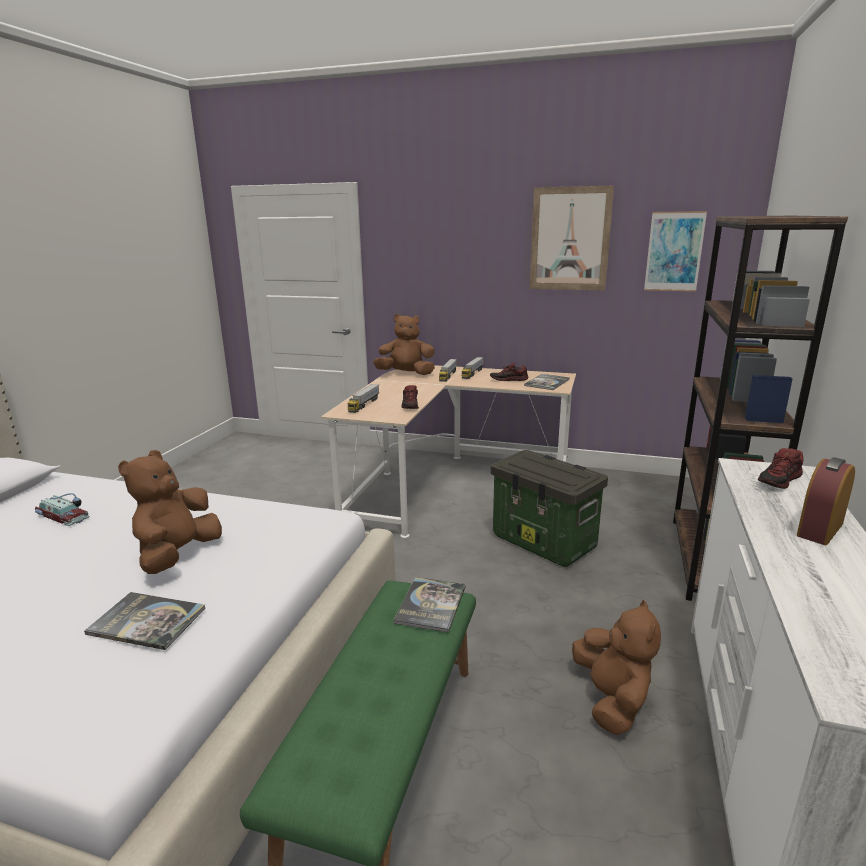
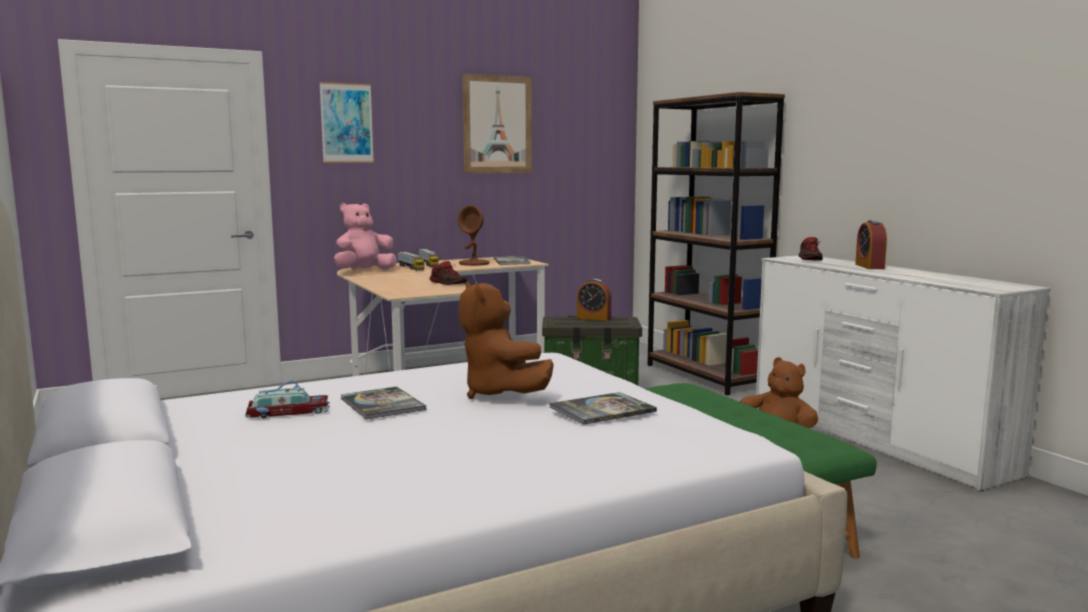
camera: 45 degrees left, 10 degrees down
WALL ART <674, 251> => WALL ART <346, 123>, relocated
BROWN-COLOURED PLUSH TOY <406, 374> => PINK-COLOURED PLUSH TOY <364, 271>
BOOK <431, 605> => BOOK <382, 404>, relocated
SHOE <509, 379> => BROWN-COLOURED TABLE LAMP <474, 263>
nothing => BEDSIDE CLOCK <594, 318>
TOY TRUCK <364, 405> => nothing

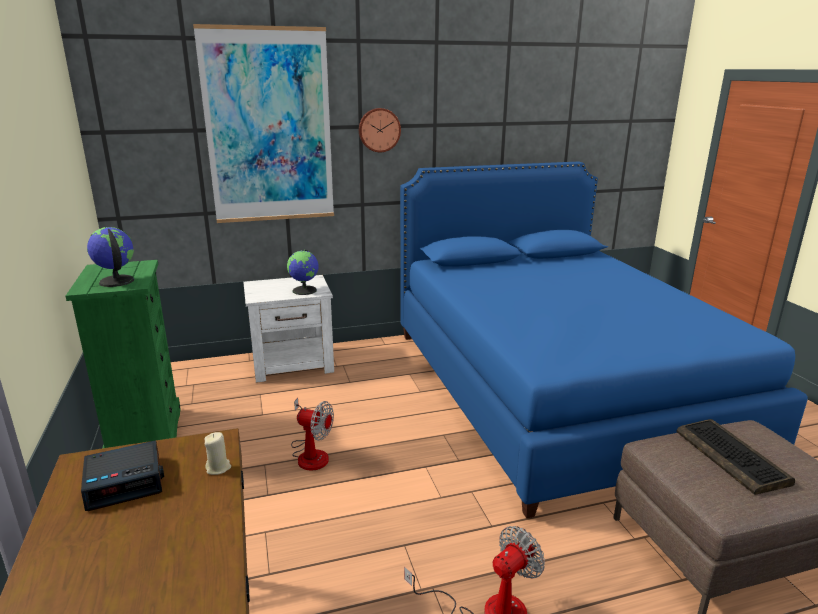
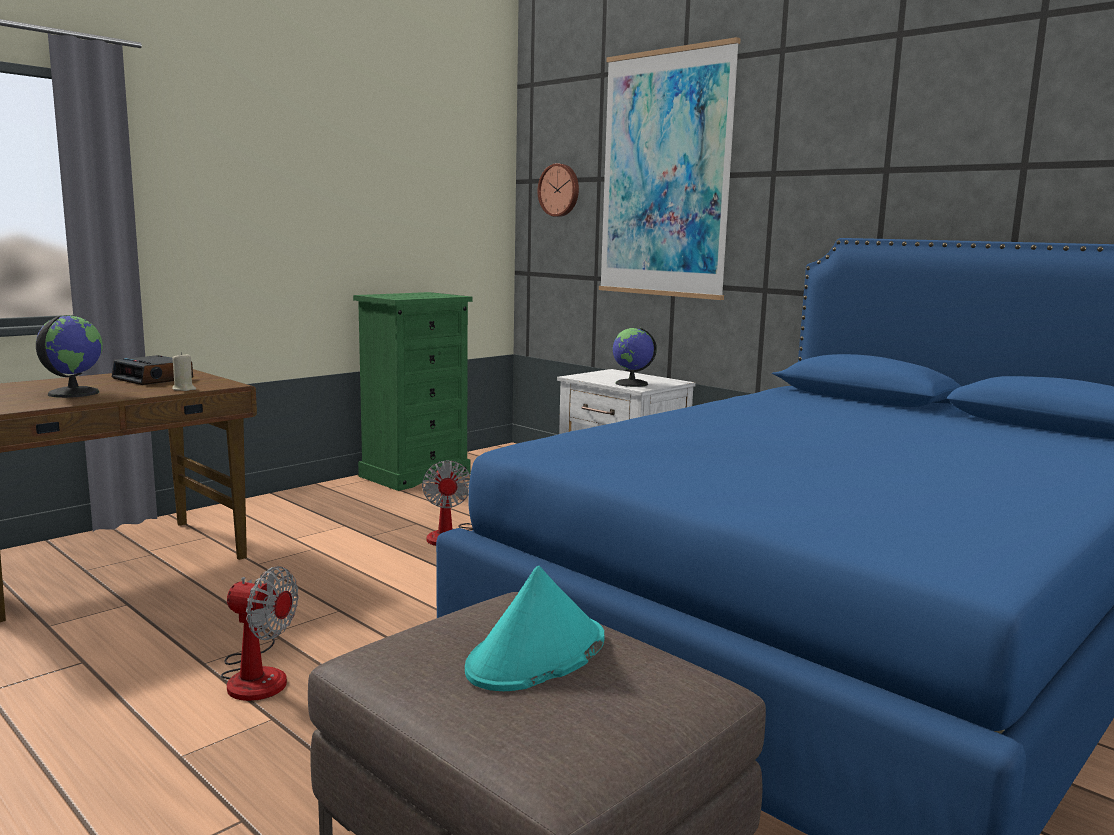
camera: 60 degrees right, 10 degrees down
WORLD GLOBE <116, 281> => WORLD GLOBE <73, 393>, relocated
COMPUTER KEYBOARD <732, 457> => BLUE-GREEN HAT <536, 655>
CLOCK ON THE WALL <379, 130> => CLOCK ON THE WALL <560, 190>, relocated

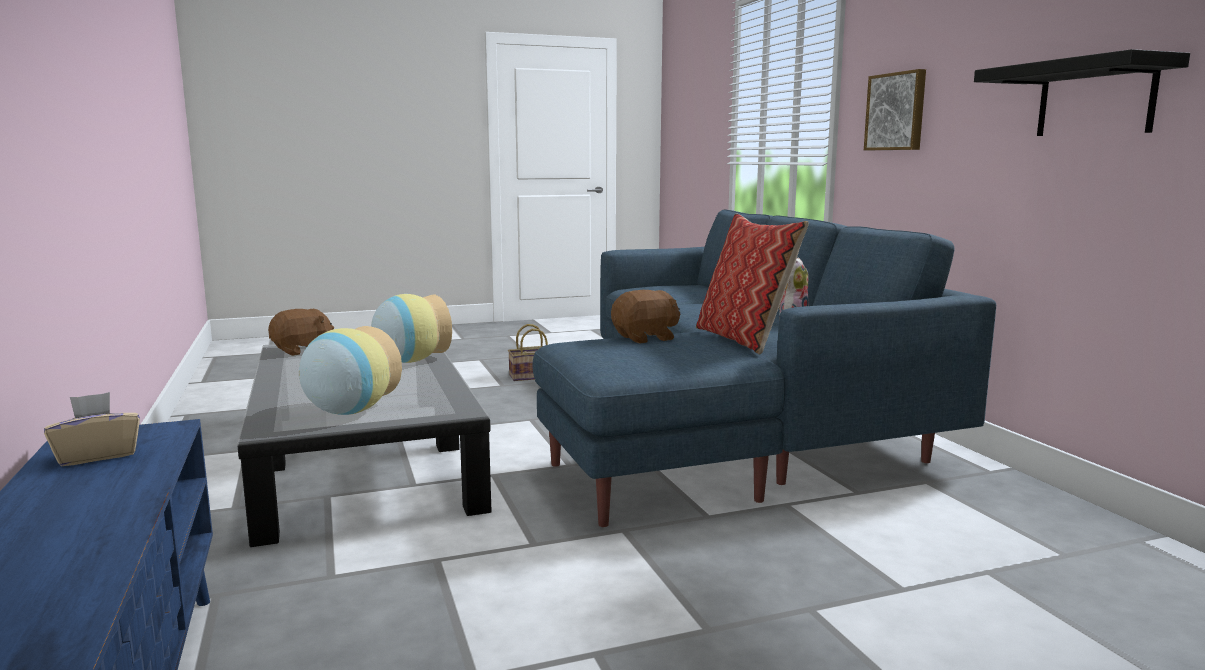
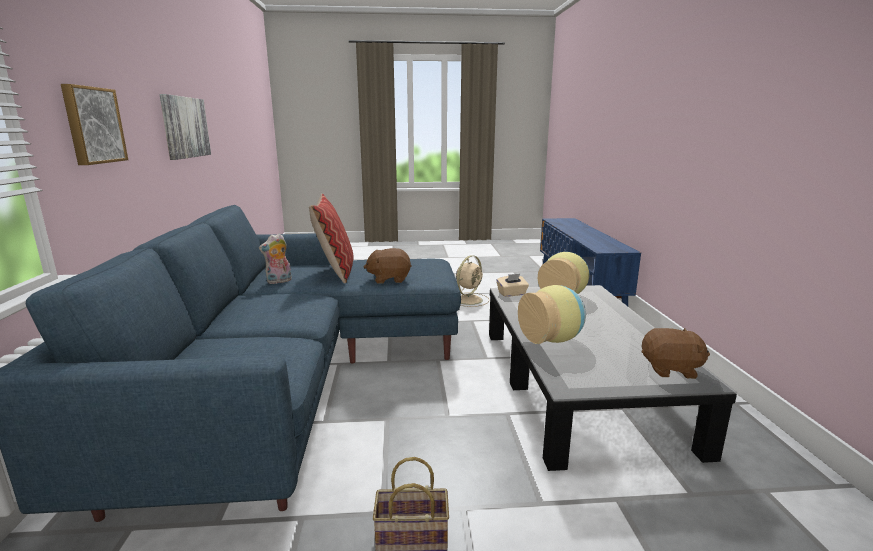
camera: 165 degrees left, 5 degrees up
BLACK-COLOURED SHELF <1095, 99> => WALL ART <185, 127>
nothing => BEIGE ELECTRIC FAN <469, 299>
BEIGE TISSUE HOLDER <97, 455> => BEIGE TISSUE HOLDER <512, 294>, relocated
BROWN-COLOURED PLUSH TOY <302, 351> => BROWN-COLOURED PLUSH TOY <671, 369>, 150 degrees counterclockwise

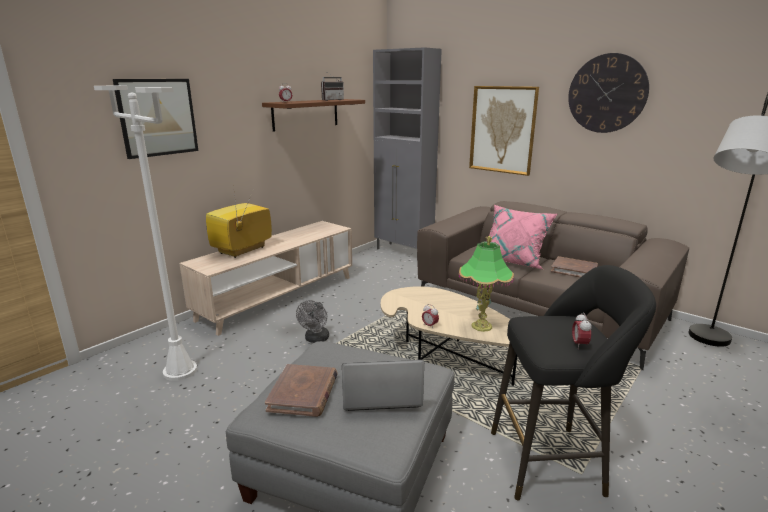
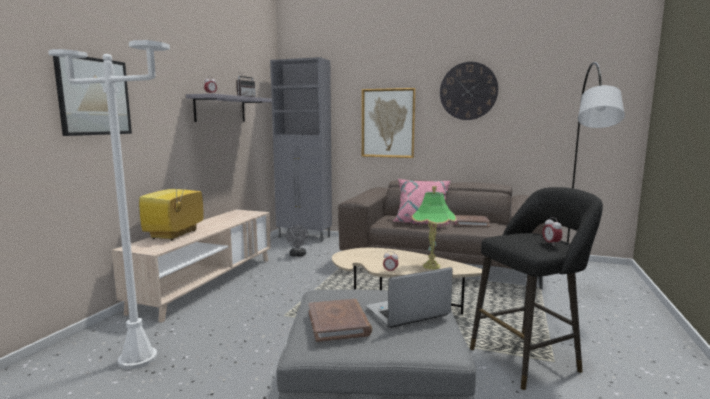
camera: 20 degrees left, 10 degrees down
BROWN-COLOURED SHELF <306, 114> => GRAY SHELF <220, 109>
GRAY ELECTRIC FAN <315, 339> => GRAY ELECTRIC FAN <298, 255>, relocated

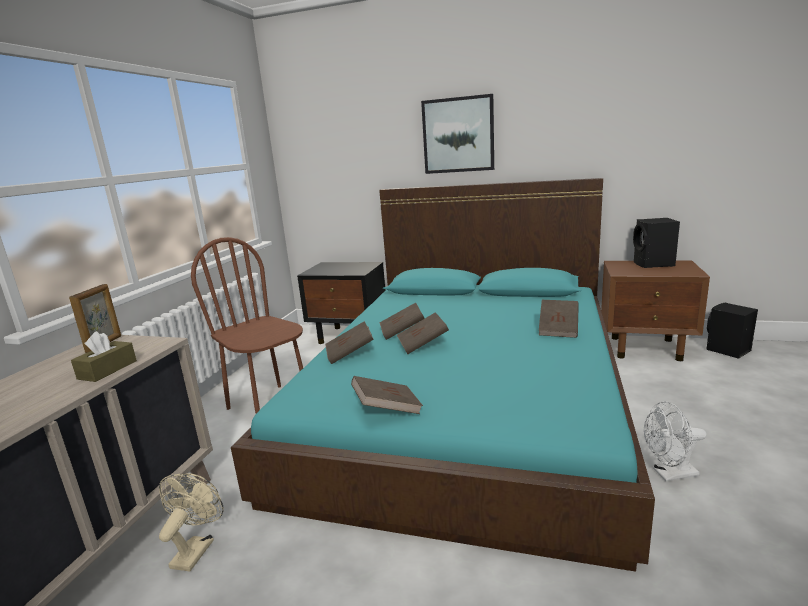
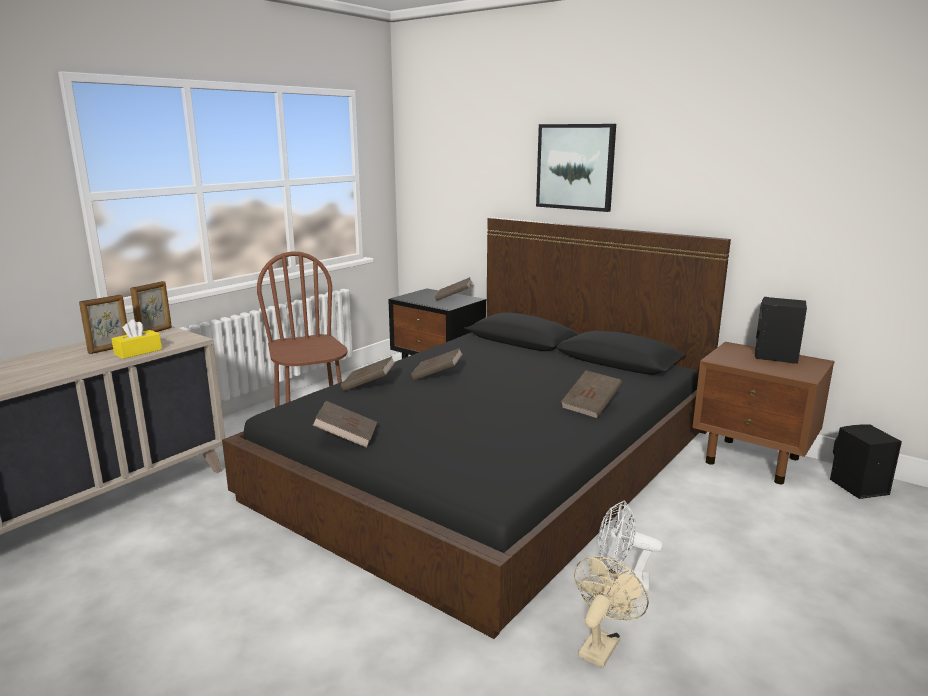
camera: 20 degrees right, 0 degrees up
nothing => STANDING FRAME <110, 349>
BROWN-COLOURED TISSUE HOLDER <107, 370> => YELLOW-COLOURED TISSUE HOLDER <138, 352>
BLUE-GREEN BEDROOM BED <466, 399> => BLACK-COLOURED BEDROOM BED <494, 462>
BROWN-COLOURED BOOK <423, 344> => BROWN-COLOURED BOOK <453, 298>, relocated
BEIGE ELECTRIC FAN <196, 549> => BEIGE ELECTRIC FAN <601, 644>, relocated

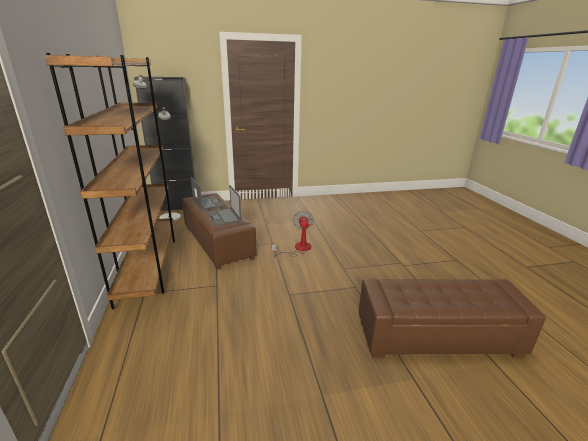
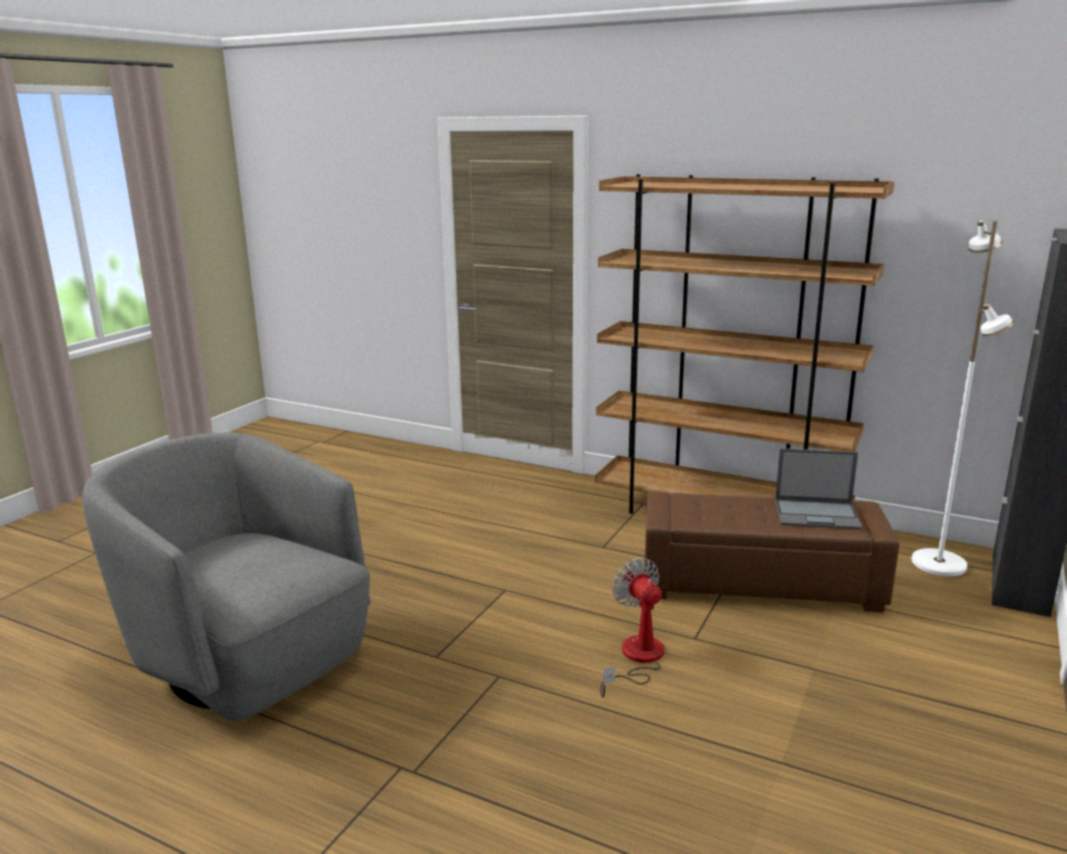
camera: 130 degrees right, 5 degrees down
BROWN-COLOURED OTTOMAN <437, 337> => GRAY LOUNGE CHAIR <248, 660>
ELECTRIC FAN <298, 249> => ELECTRIC FAN <636, 659>, 150 degrees counterclockwise
LAPTOP <224, 217> => nothing

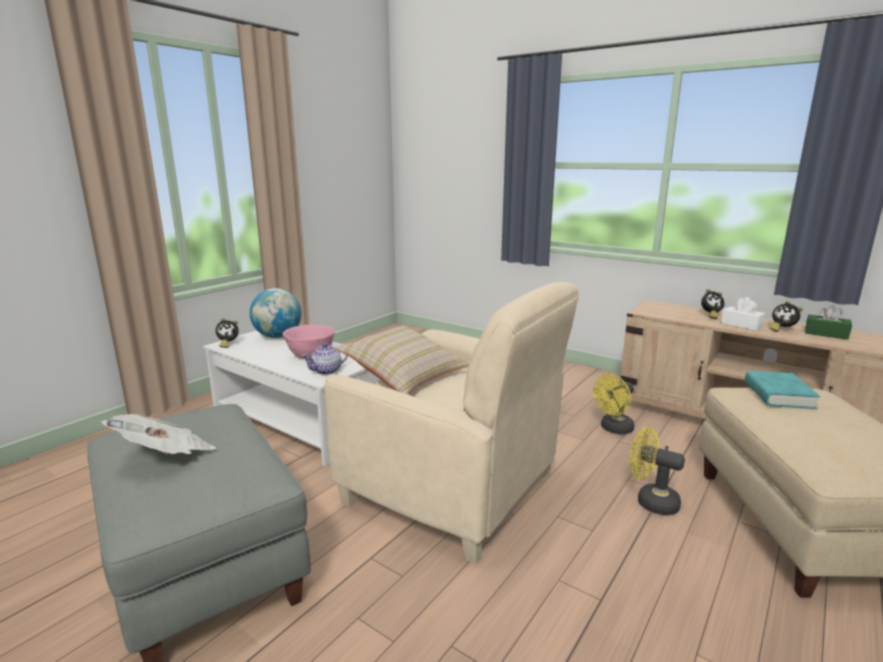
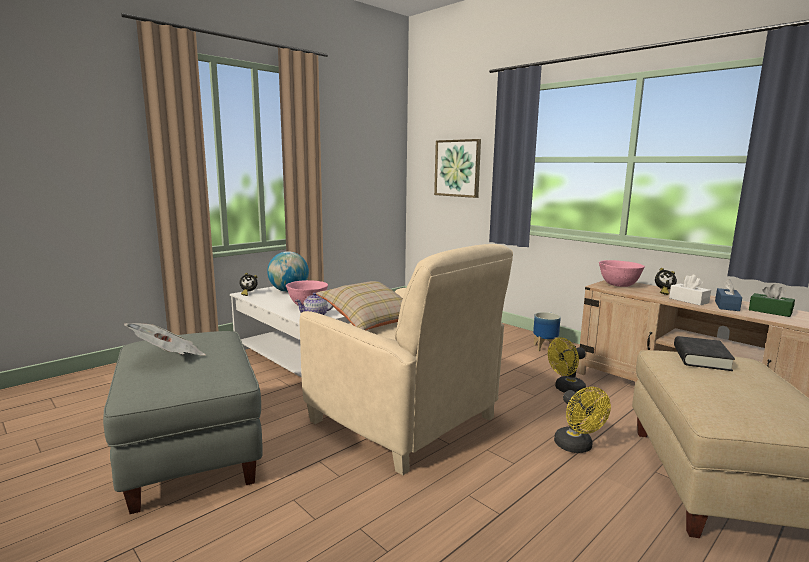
camera: 10 degrees right, 5 degrees down
nothing => WALL ART <457, 168>
nothing => PLANT POT <545, 348>
YELLOW-COLOURED ELECTRIC FAN <650, 501> => YELLOW-COLOURED ELECTRIC FAN <577, 447>, 150 degrees counterclockwise
nothing => PINK-COLOURED BOWL <618, 285>
BLUE-GREEN BOOK <778, 395> => BLACK-COLOURED BOOK <701, 358>
BEDSIDE CLOCK <782, 329> => BLUISH TISSUE HOLDER <727, 306>

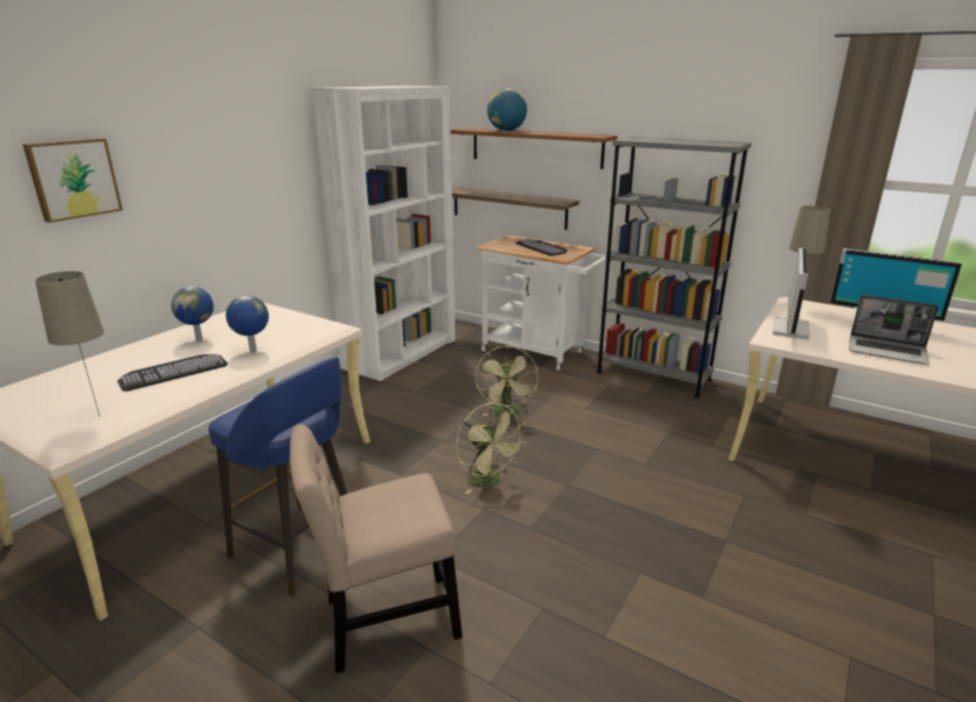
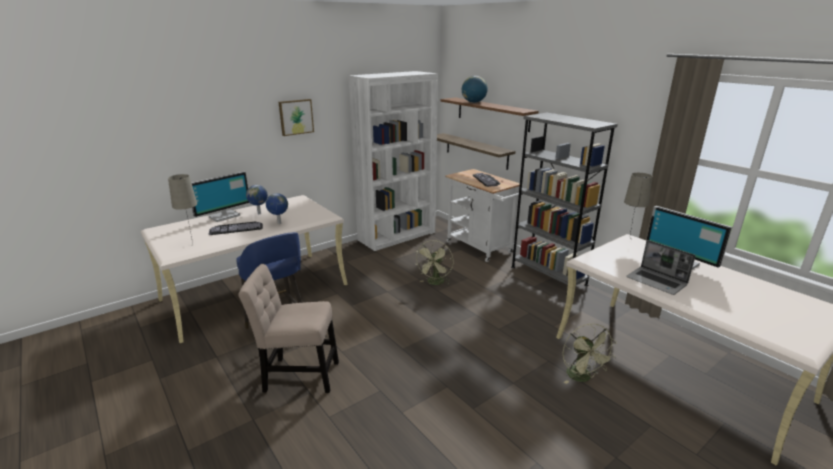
camera: 20 degrees right, 0 degrees up
MONITOR <788, 329> => MONITOR <224, 216>, relocated
WALL ART <73, 178> => WALL ART <296, 117>, relocated
GREEN ELECTRIC FAN <489, 482> => GREEN ELECTRIC FAN <582, 378>, relocated

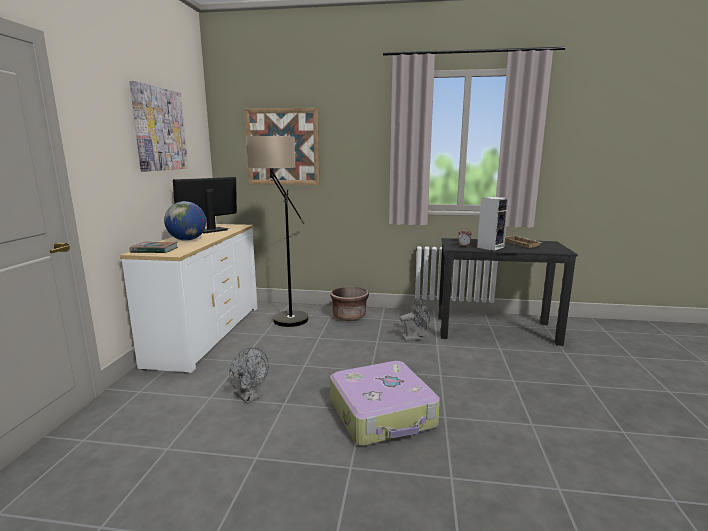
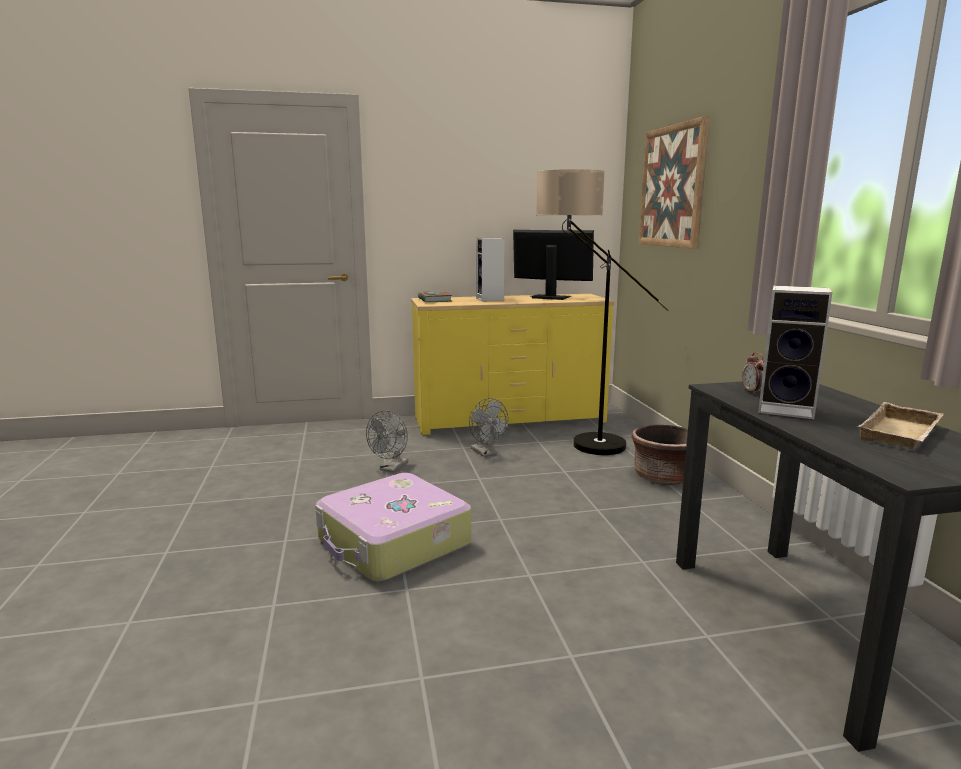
camera: 70 degrees right, 0 degrees up
WHITE-COLOURED DRAWER CHEST <206, 334> => YELLOW-COLOURED DRAWER CHEST <509, 419>
GRAY ELECTRIC FAN <415, 338> => GRAY ELECTRIC FAN <486, 453>, relocated
WORLD GLOBE <187, 240> => LOUDSPEAKER <490, 299>
WALL ART <159, 129> => nothing

